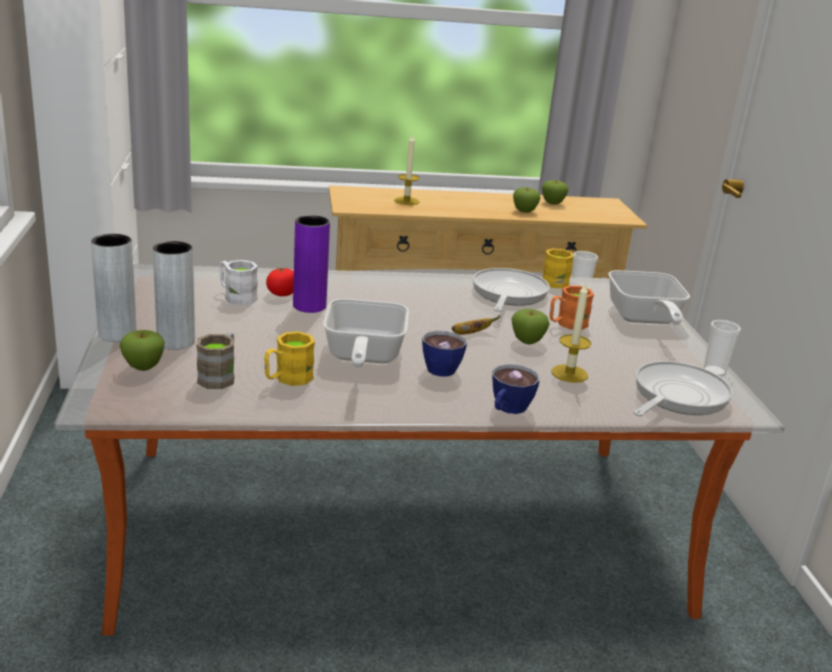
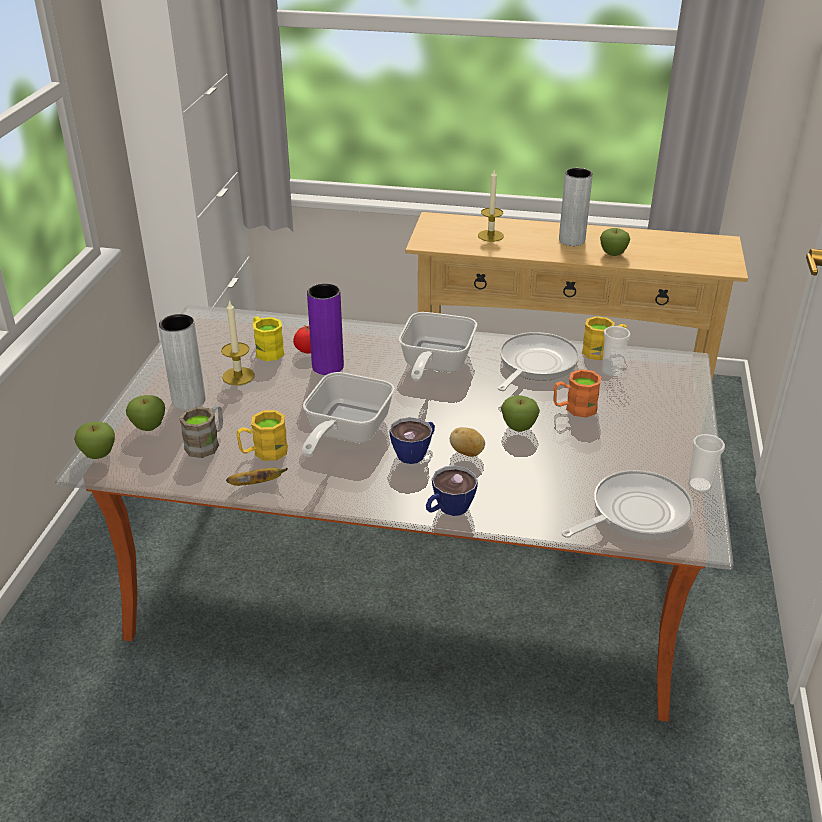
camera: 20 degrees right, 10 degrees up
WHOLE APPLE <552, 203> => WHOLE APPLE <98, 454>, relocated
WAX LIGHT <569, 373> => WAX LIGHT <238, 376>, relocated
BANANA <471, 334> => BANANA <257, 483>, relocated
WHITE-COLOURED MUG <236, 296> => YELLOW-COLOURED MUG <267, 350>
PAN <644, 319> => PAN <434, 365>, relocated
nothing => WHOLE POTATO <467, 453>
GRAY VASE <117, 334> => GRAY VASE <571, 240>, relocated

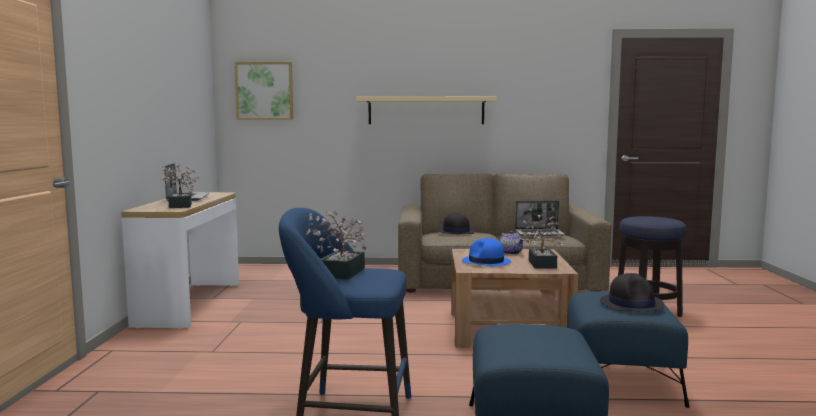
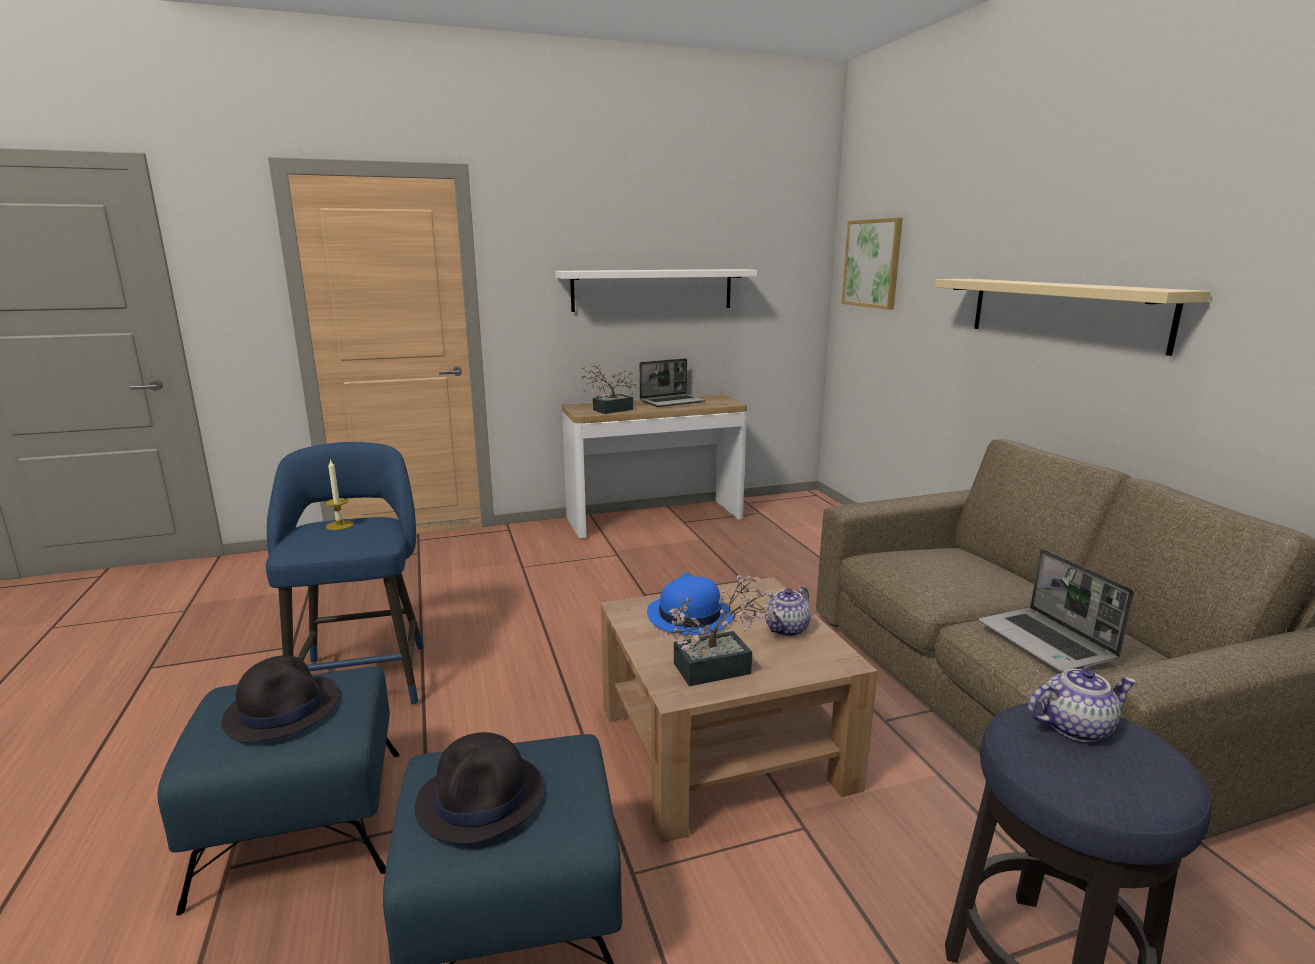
camera: 70 degrees right, 10 degrees up
BLACK-COLOURED HAT <456, 231> => BLACK-COLOURED HAT <283, 709>, relocated
HOUSEPLANT <339, 274> => WAX LIGHT <339, 525>
nothing => WHITE-COLOURED SHELF <653, 290>
nothing => TEA POT <1075, 727>

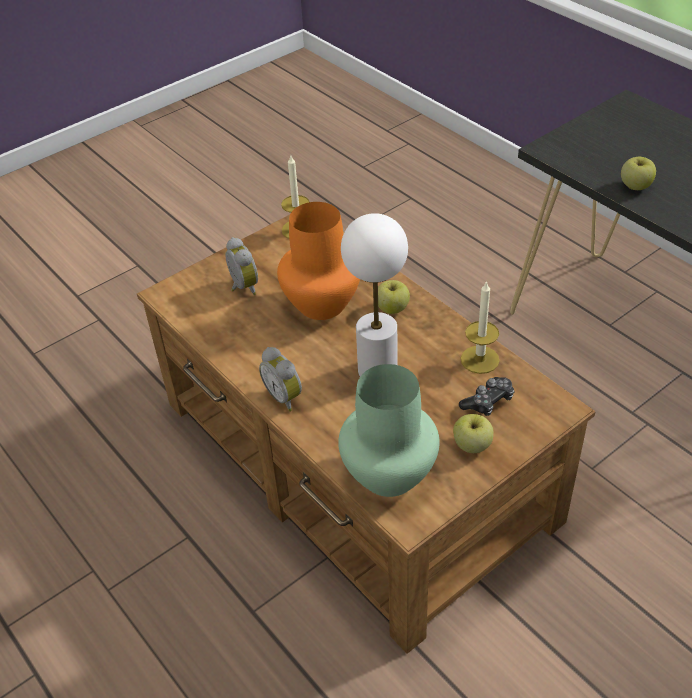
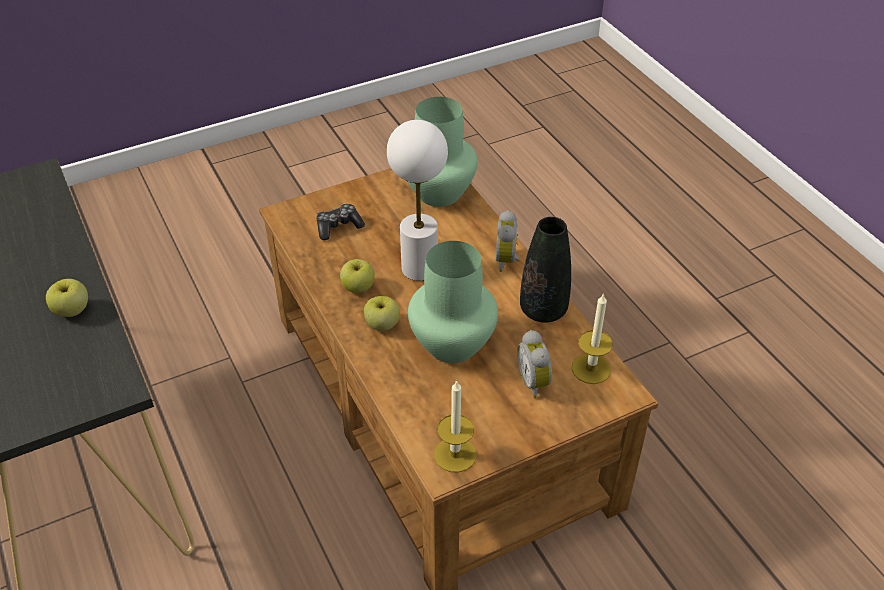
camera: 170 degrees left, 0 degrees up
WHOLE APPLE <472, 445> => WHOLE APPLE <358, 287>, relocated
ORANGE-COLOURED VASE <321, 303> => GREEN VASE <452, 345>
BEDSIDE CLOCK <285, 397> => BEDSIDE CLOCK <507, 260>, 150 degrees counterclockwise
nothing => BLACK-COLOURED VASE <543, 310>
WAX LIGHT <479, 359> => WAX LIGHT <591, 368>, relocated

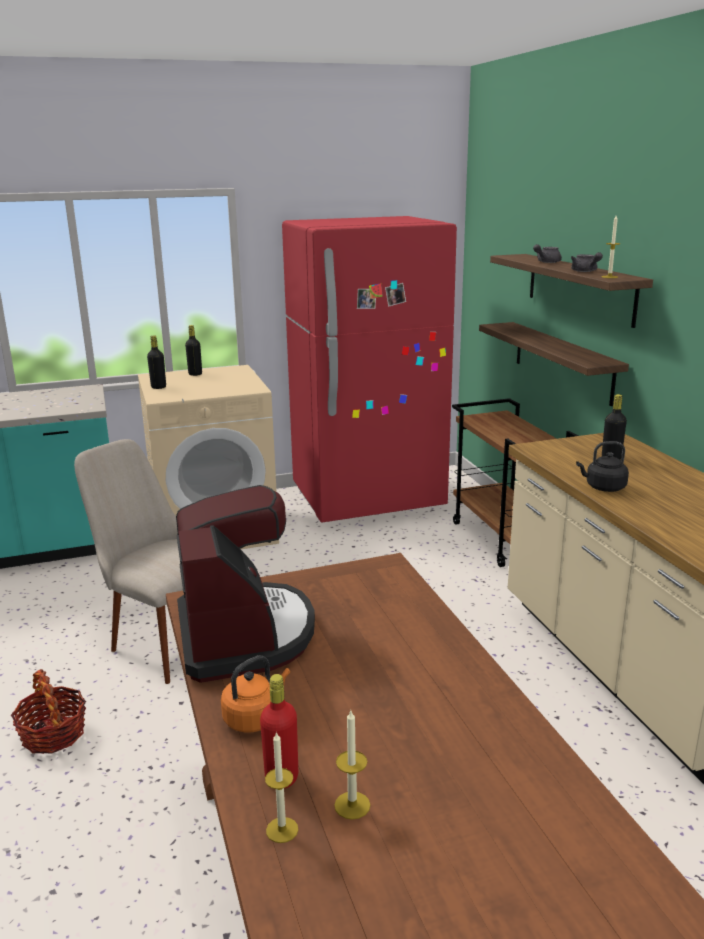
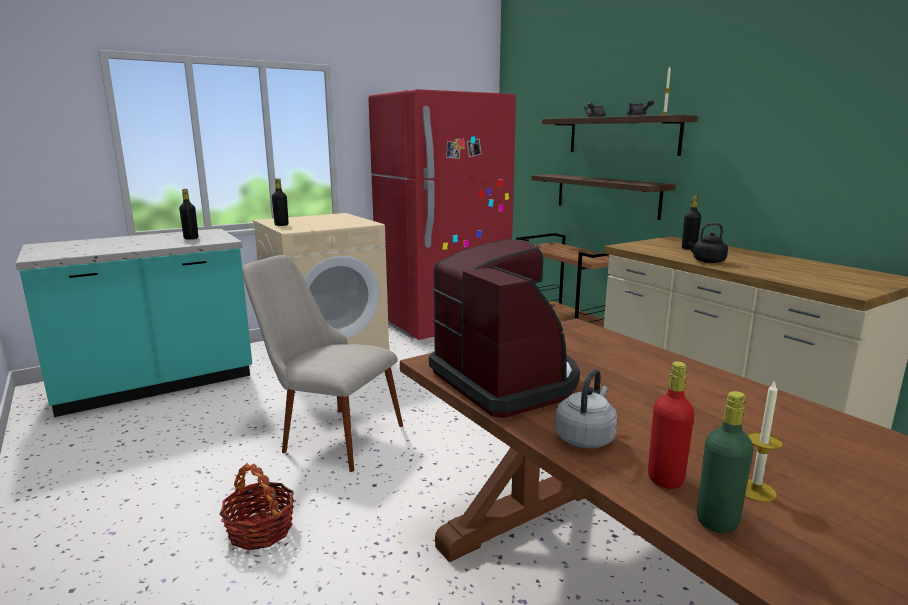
camera: 15 degrees left, 5 degrees down
BLACK-COLOURED BEVERAGE BOTTLE <195, 374> => BLACK-COLOURED BEVERAGE BOTTLE <191, 238>, relocated
ORANGE-COLOURED KETTLE <255, 718> => GRAY KETTLE <586, 437>
WAX LIGHT <282, 830> => GREEN BEVERAGE BOTTLE <717, 521>

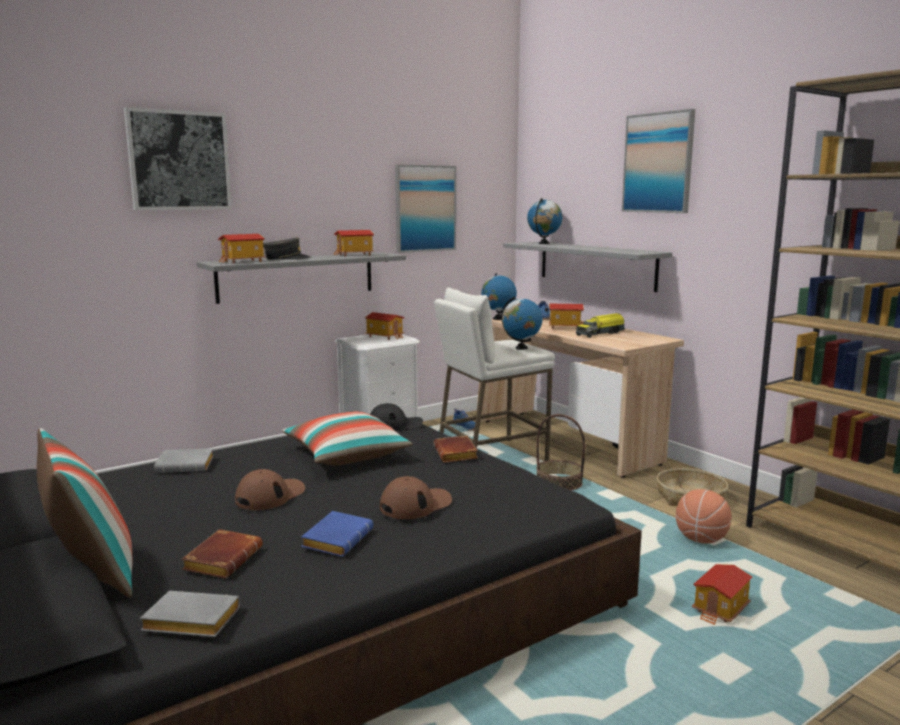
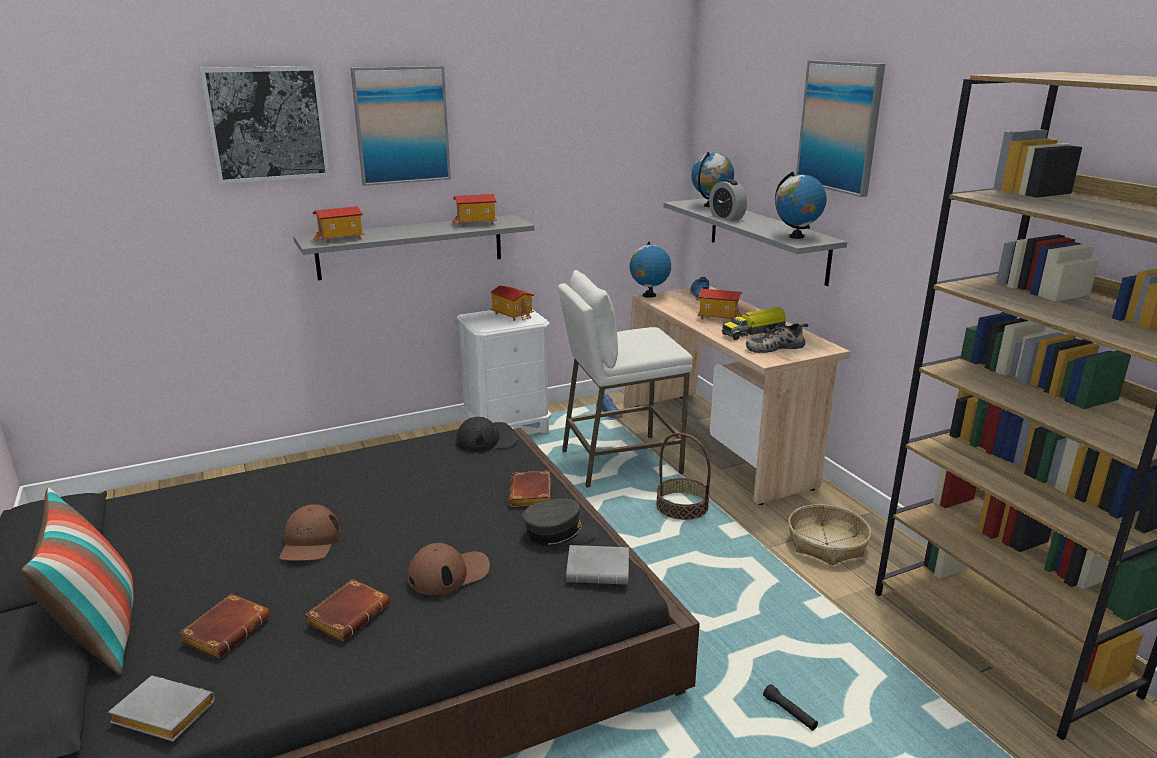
camera: 10 degrees right, 10 degrees up
BROWN-COLOURED BASEBALL CAP <270, 496> => BROWN-COLOURED BASEBALL CAP <310, 542>, 135 degrees clockwise
BLUISH BOOK <337, 539> => BROWN-COLOURED BOOK <349, 614>
WALL ART <425, 208> => WALL ART <401, 125>, relocated
GRAY BASEBALL CAP <286, 258> => GRAY BASEBALL CAP <559, 534>, relocated
GRAY BOOK <187, 465> => GRAY BOOK <600, 570>, relocated
nothing => BEDSIDE CLOCK <726, 217>
nothing => SHOE <775, 347>
TOY HOUSE <721, 610> => BLACK-COLOURED FLASHLIGHT <789, 713>
WORLD GLOBE <521, 348> => WORLD GLOBE <796, 236>, relocated
THROW PILLOW <347, 455> => nothing
BASKETBALL <701, 539> => nothing

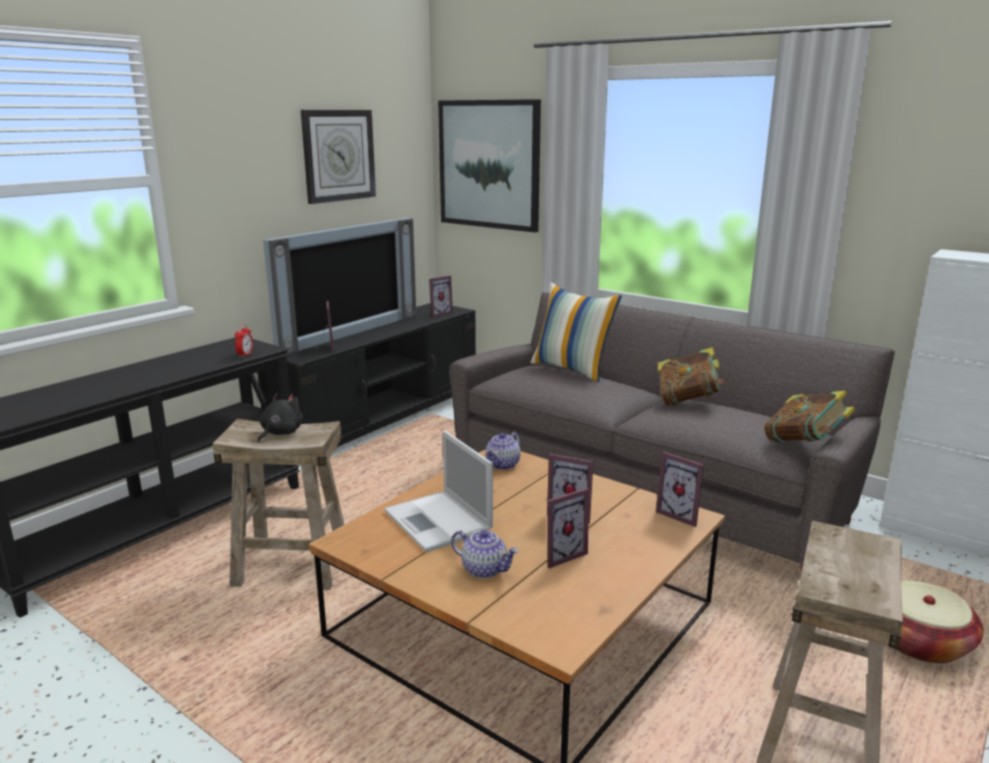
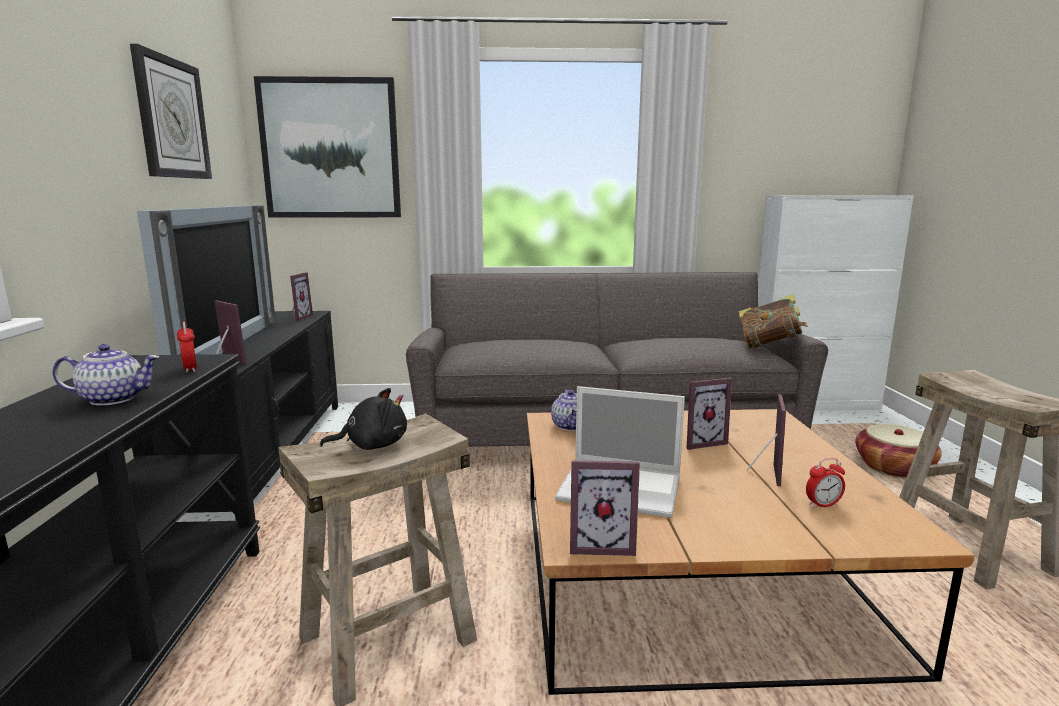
camera: 40 degrees left, 5 degrees down
TEA POT <485, 569> => TEA POT <114, 399>, relocated
BLACK-COLOURED PLUSH TOY <280, 433> => BLACK-COLOURED PLUSH TOY <372, 445>, 90 degrees clockwise
STANDING FRAME <681, 514> => STANDING FRAME <601, 544>, relocated
nothing => BEDSIDE CLOCK <822, 505>
THROW PILLOW <572, 369> => nothing
BOOK <687, 401> => nothing

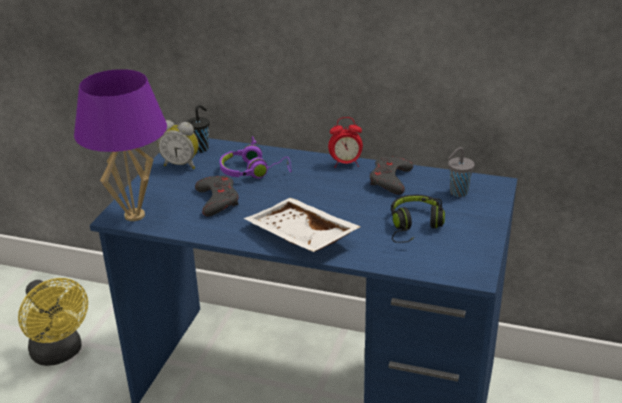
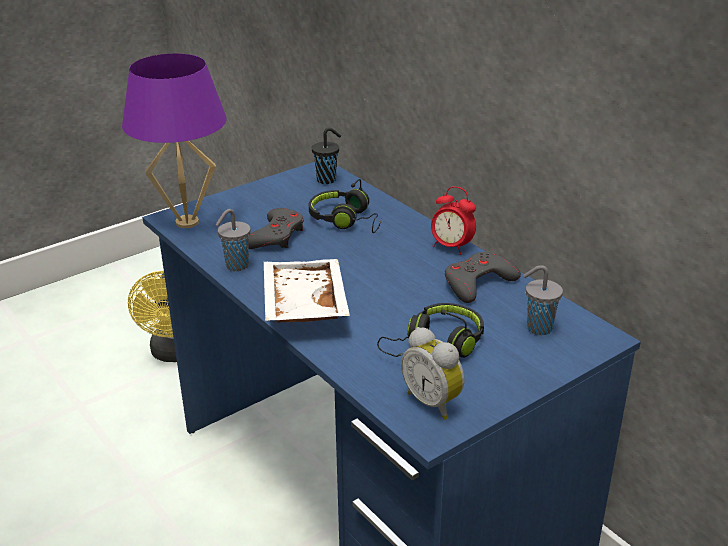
camera: 35 degrees right, 0 degrees up
nothing => GRAY CUP <236, 266>
PURPLISH HEADPHONES <254, 171> => BLACK-COLOURED HEADPHONES <347, 220>
BEDSIDE CLOCK <181, 164> => BEDSIDE CLOCK <434, 402>, relocated

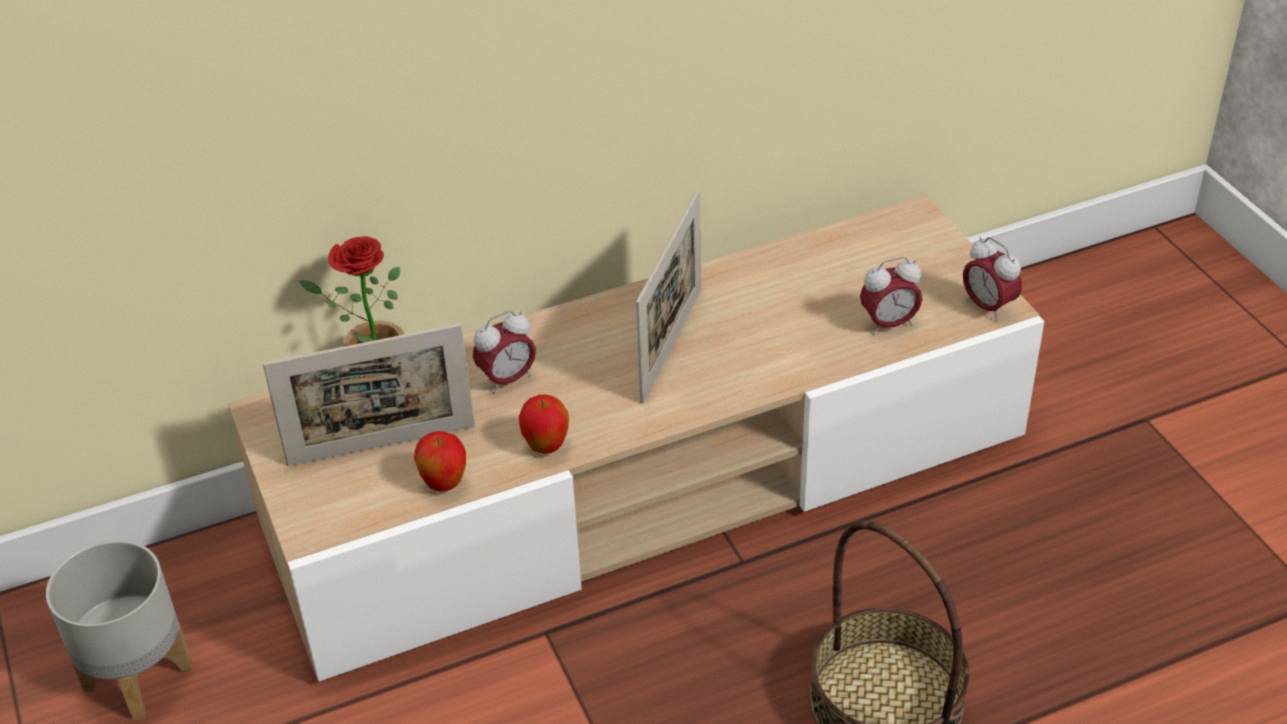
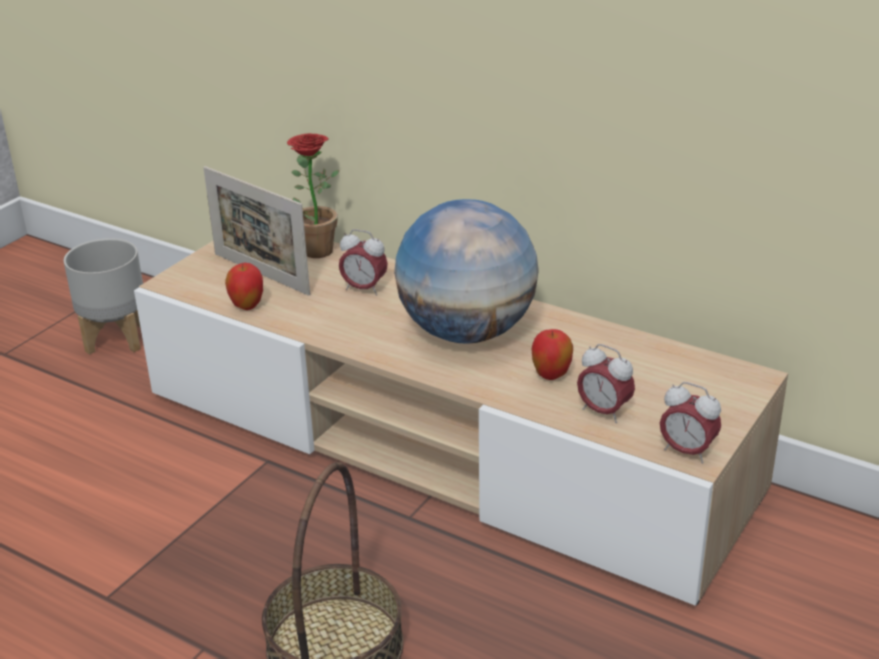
camera: 55 degrees right, 10 degrees down
STANDING FRAME <671, 345> => WORLD GLOBE <467, 332>
WHOLE APPLE <546, 447> => WHOLE APPLE <551, 376>, relocated
BEDSIDE CLOCK <988, 307> => BEDSIDE CLOCK <687, 452>, 75 degrees counterclockwise

